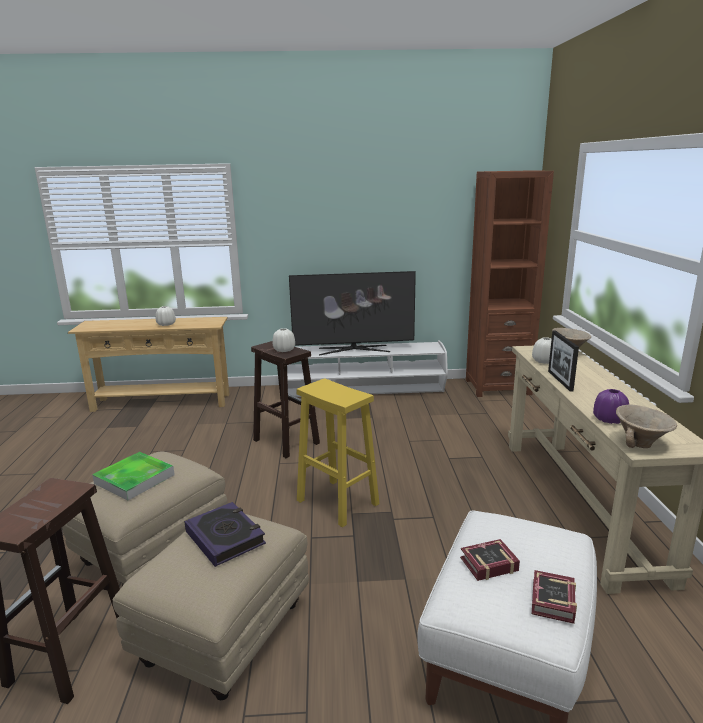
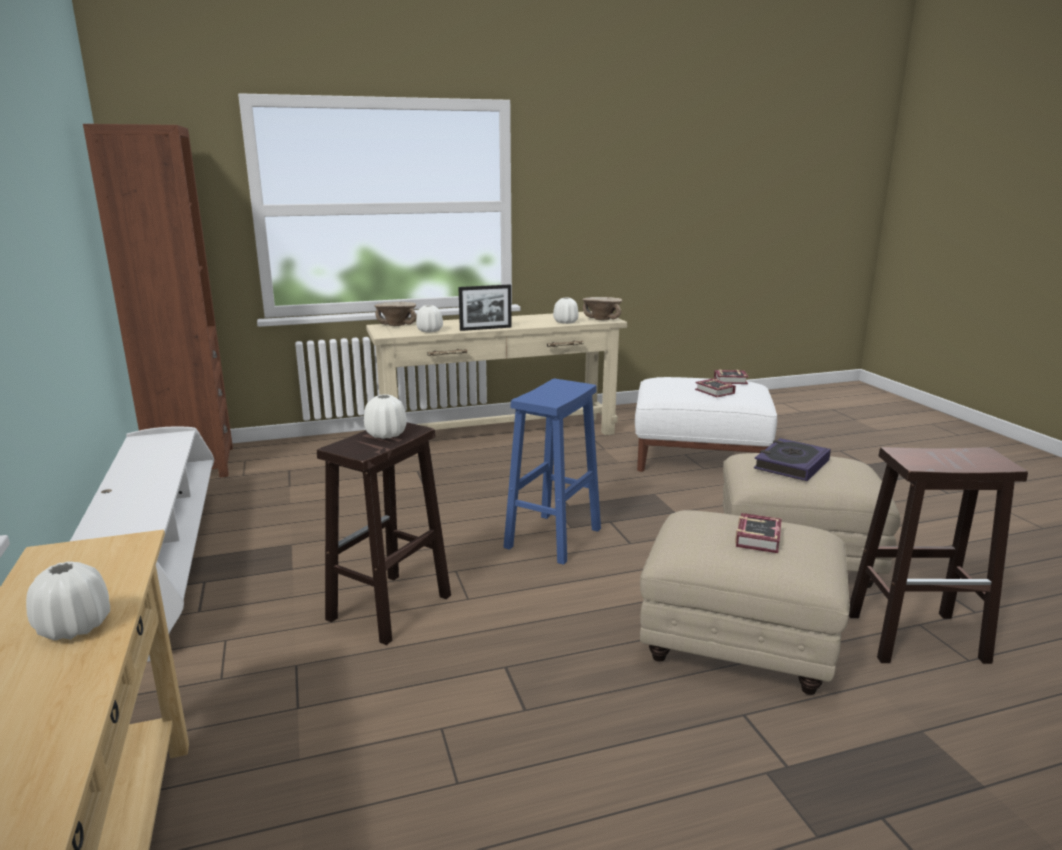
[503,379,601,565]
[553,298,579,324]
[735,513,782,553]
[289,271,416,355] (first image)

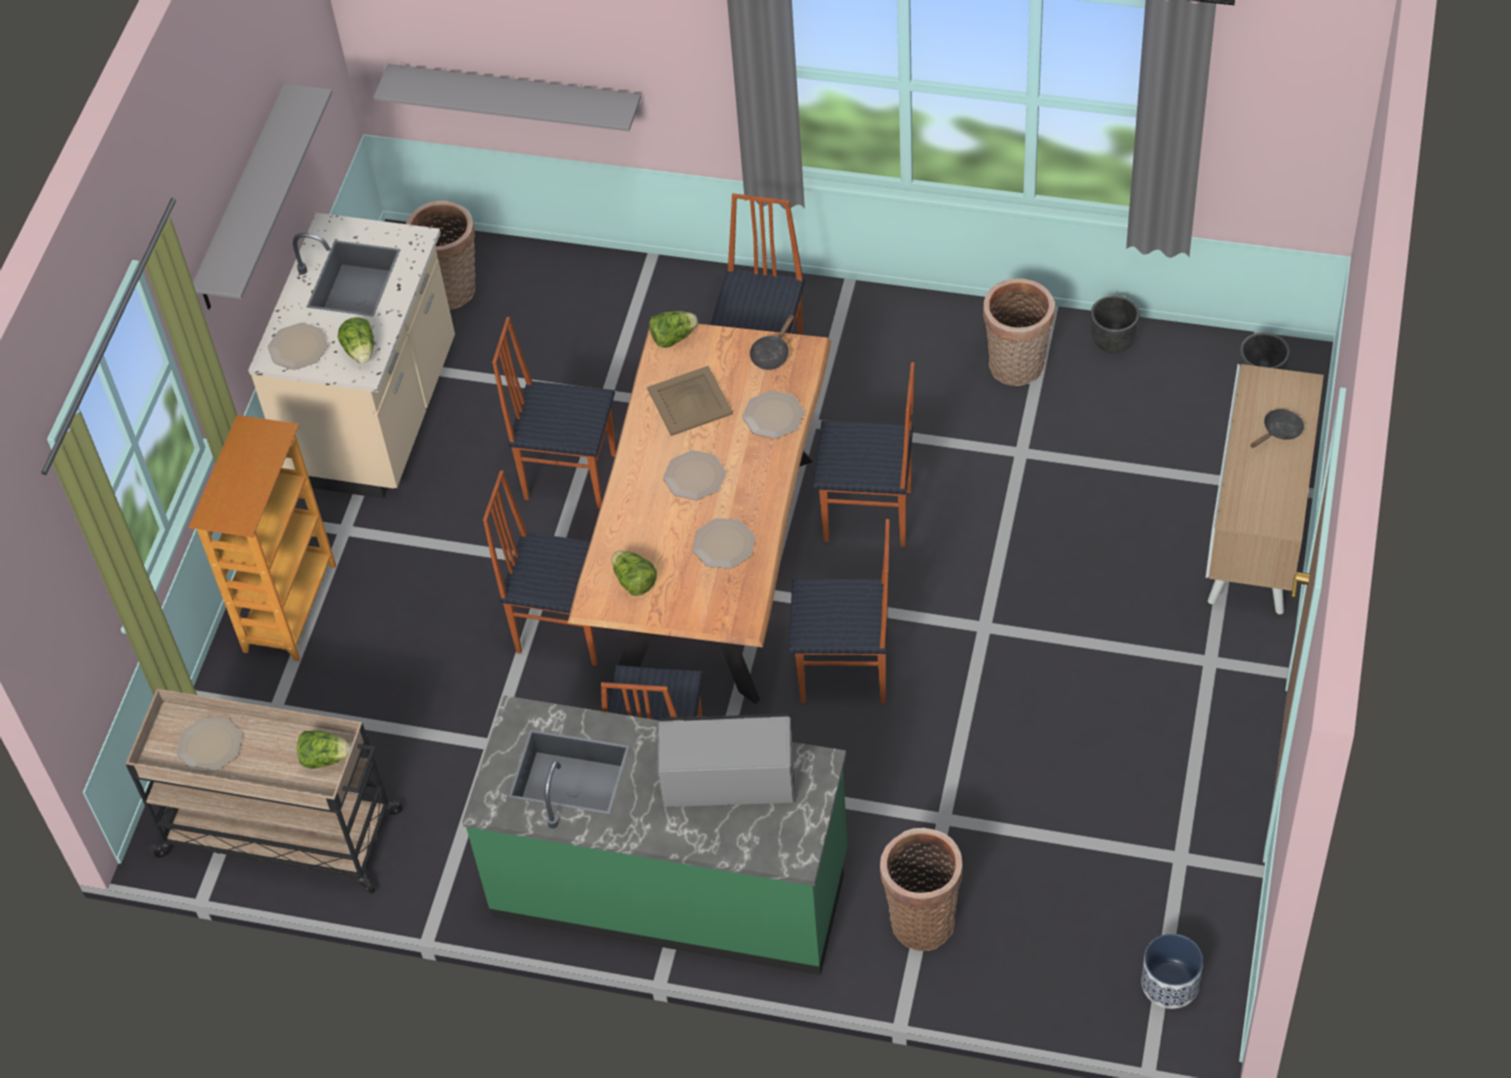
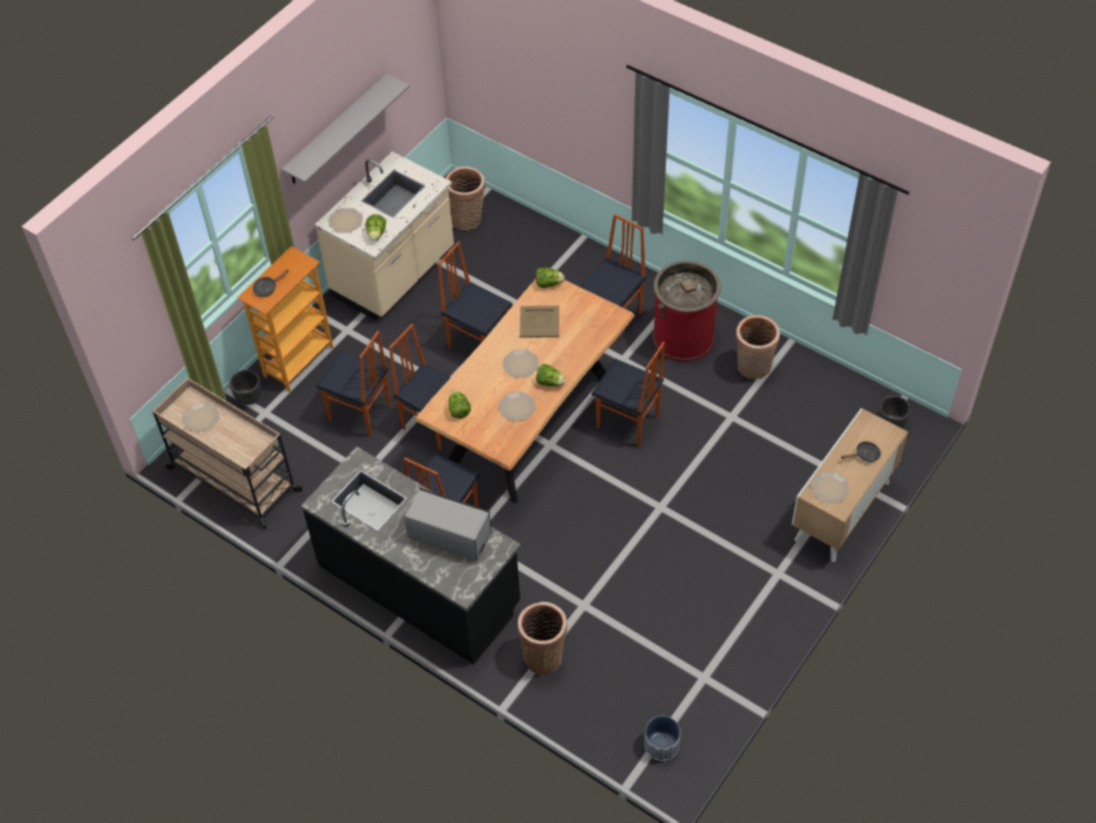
[230,370,262,405]
[253,270,289,297]
[301,447,521,664]
[316,331,391,436]
[536,364,566,387]
[653,261,721,362]
[810,472,849,503]
[373,64,641,131] (first image)

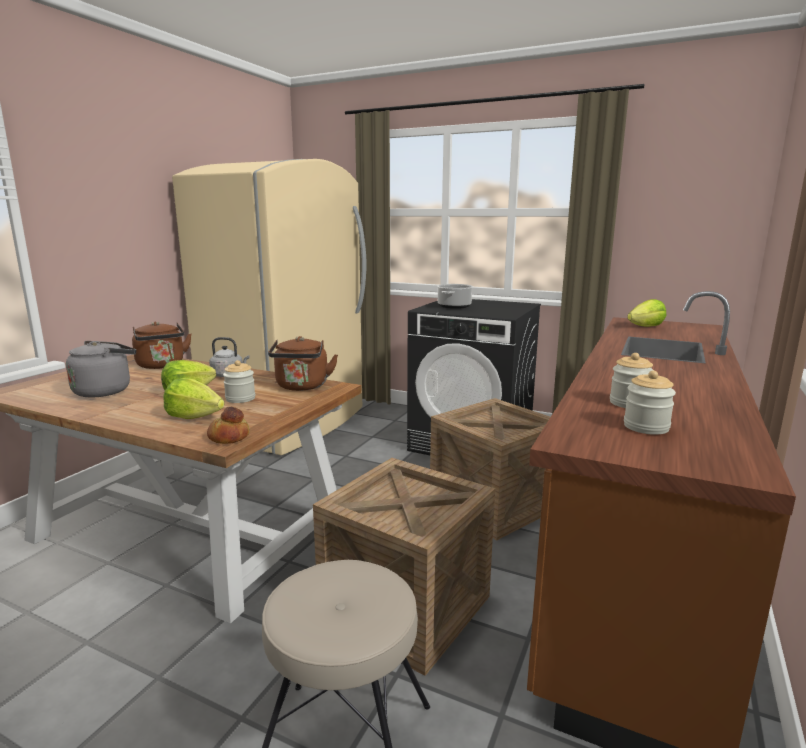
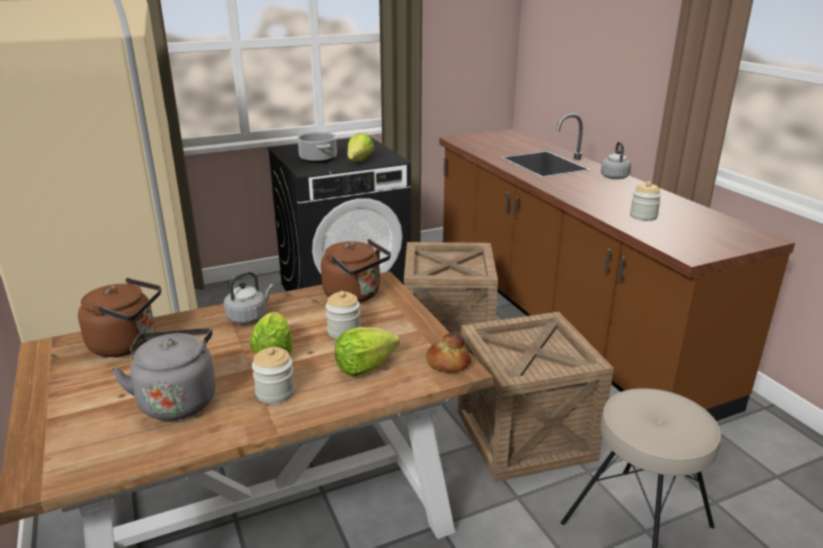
[252,347,295,404]
[347,133,374,162]
[601,142,631,179]

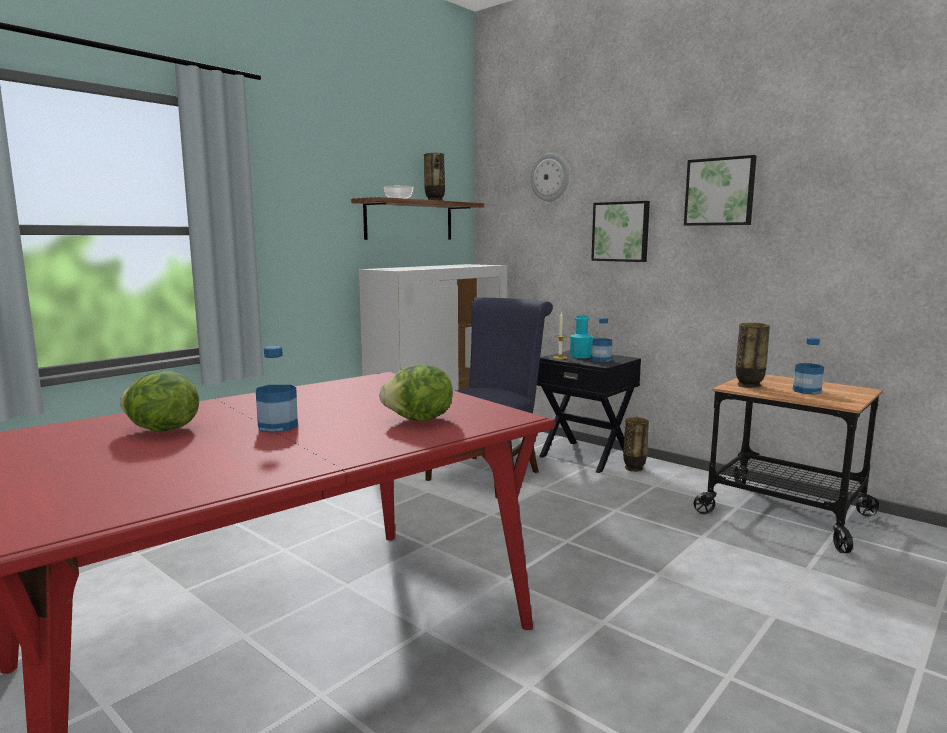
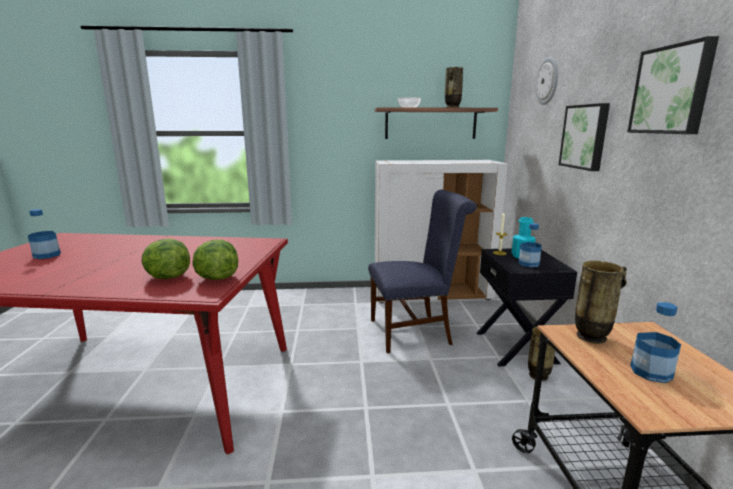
[28,209,61,259]
[192,240,238,280]

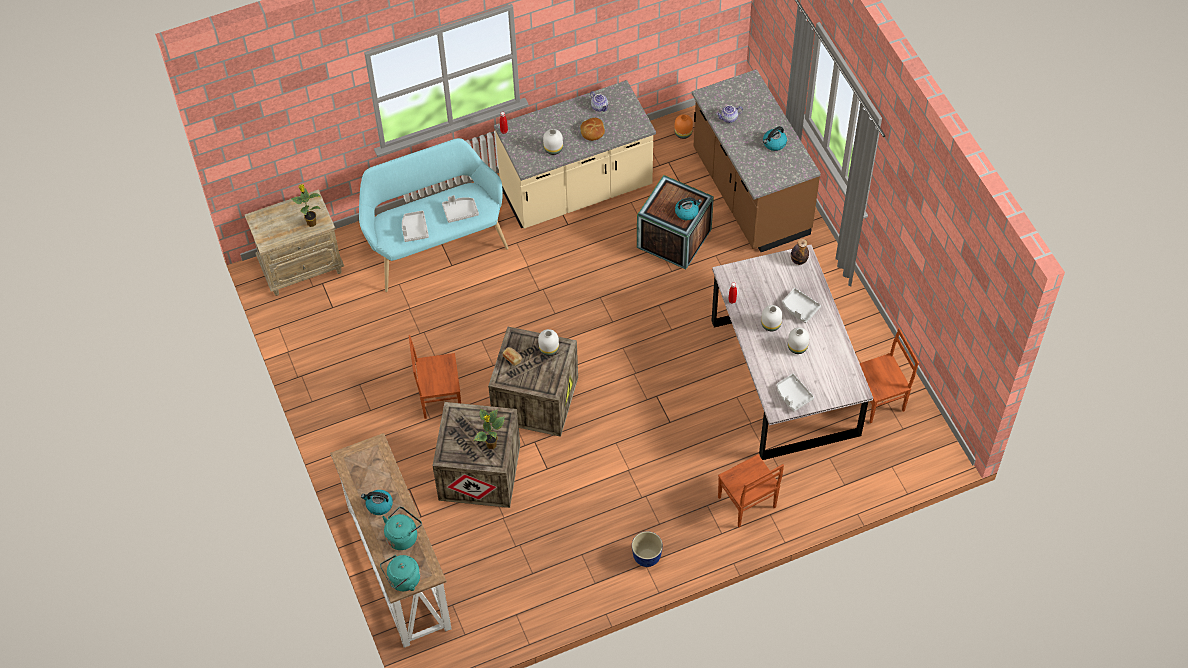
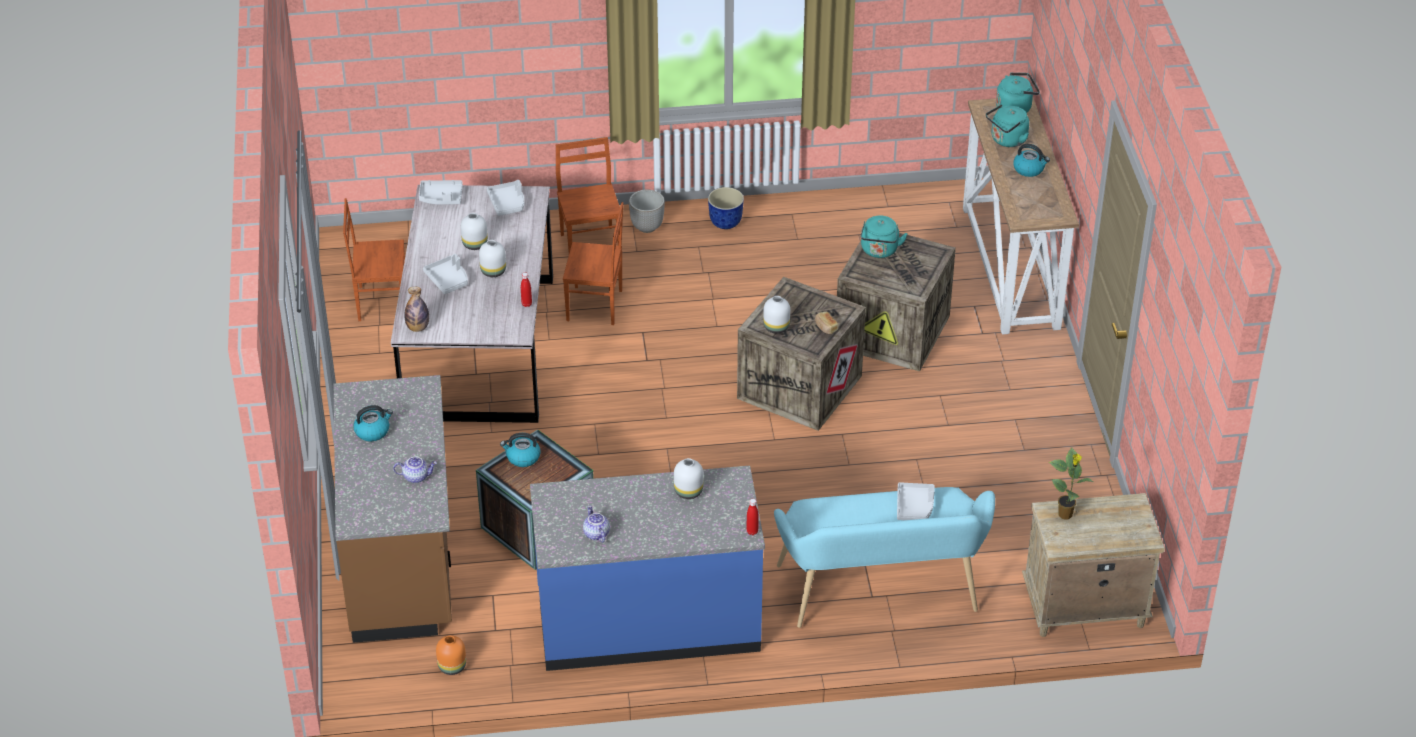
[419,180,463,205]
[530,466,765,671]
[563,202,623,325]
[629,189,665,233]
[860,216,908,258]
[580,118,605,141] (first image)

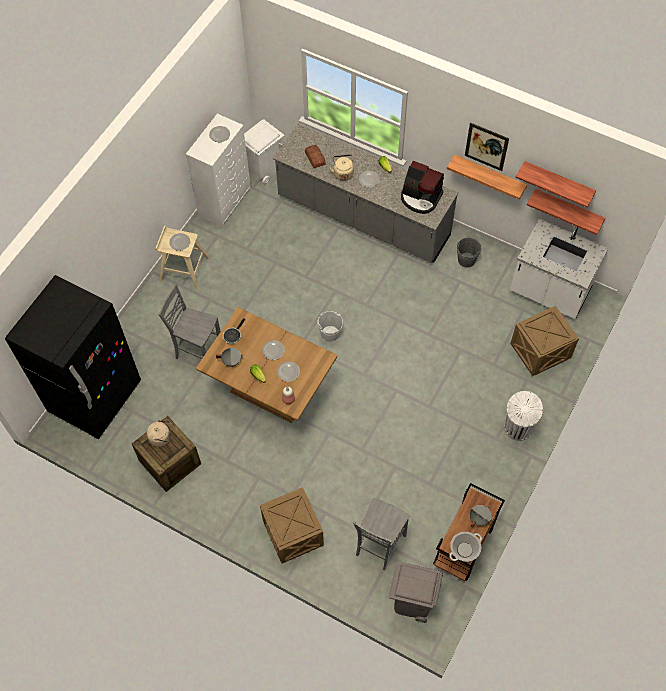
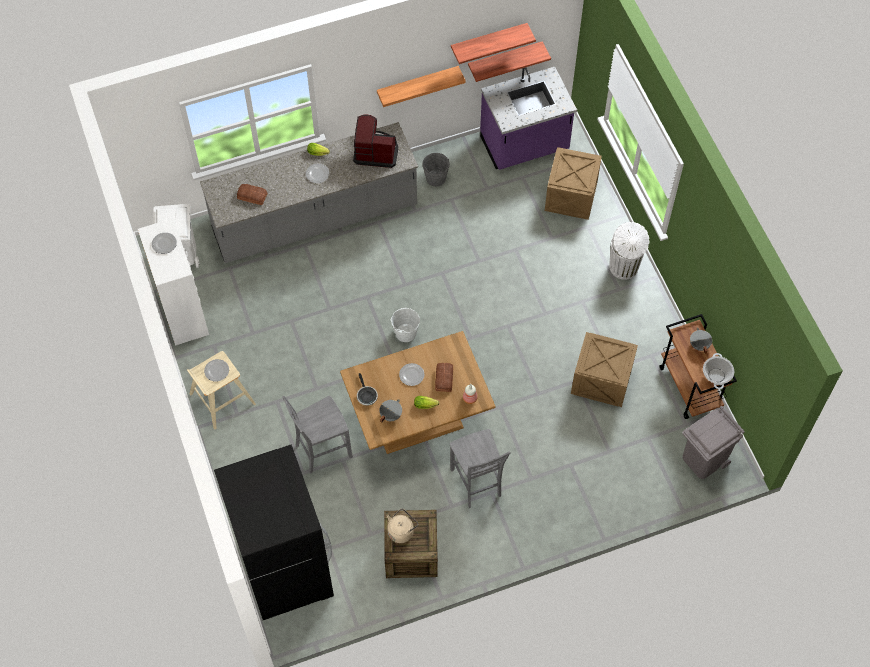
[353,115,398,168]
[435,363,453,392]
[450,429,510,508]
[480,67,577,170]
[571,332,638,407]
[329,154,354,181] (first image)
[465,122,509,171] (first image)

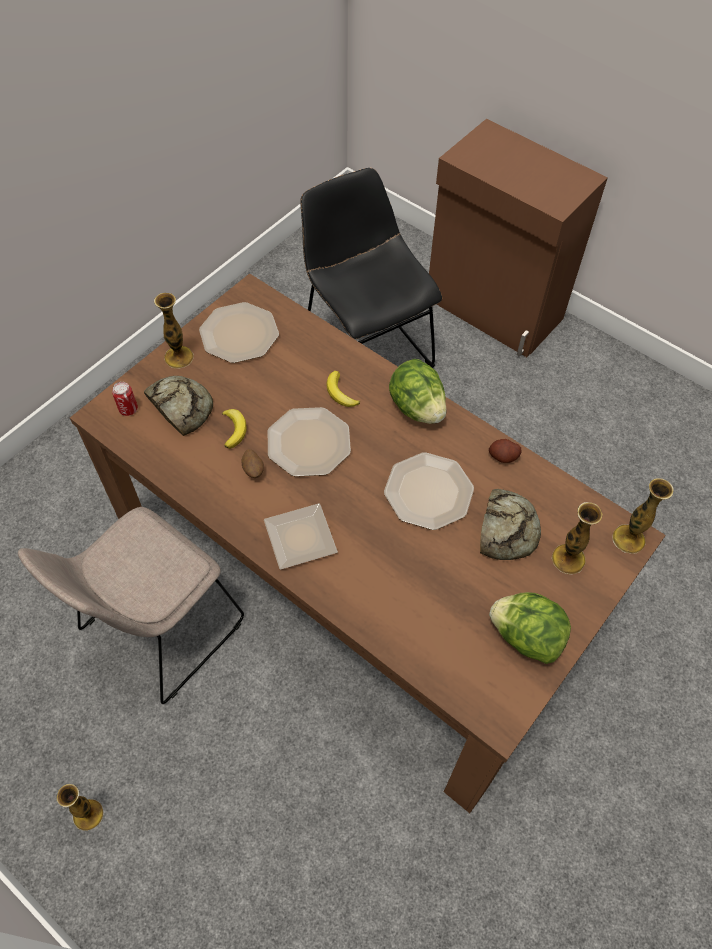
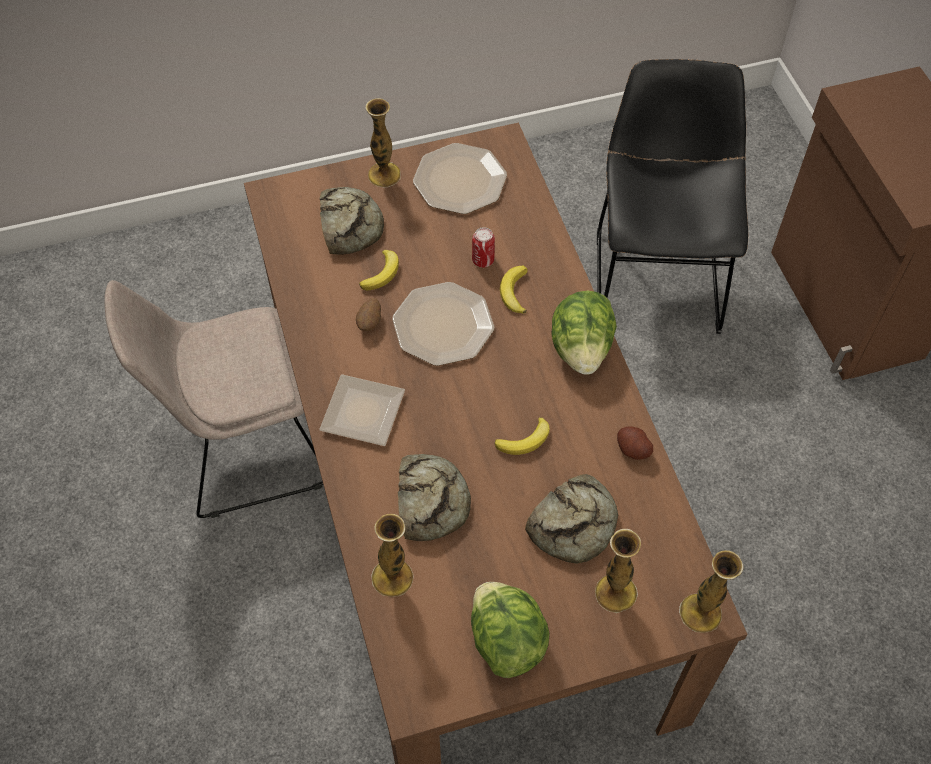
[372,514,414,597]
[398,454,471,541]
[472,227,495,268]
[495,417,550,455]

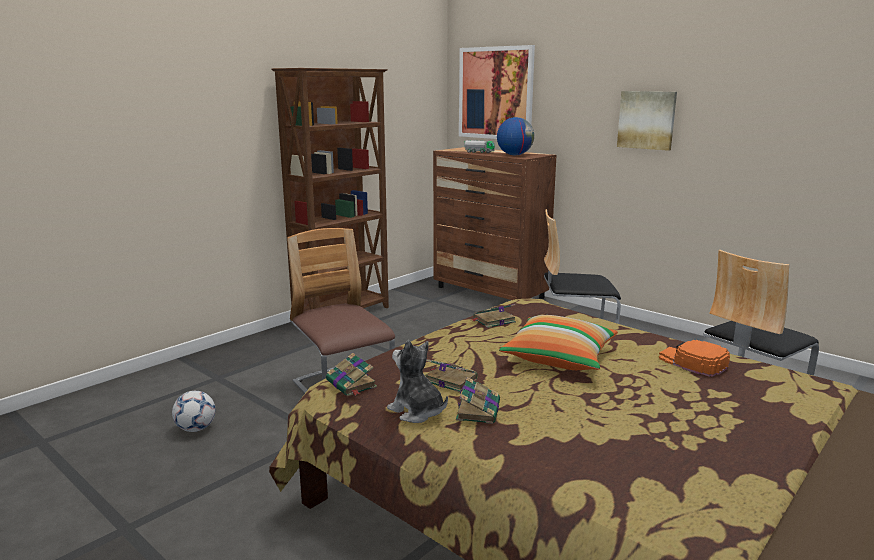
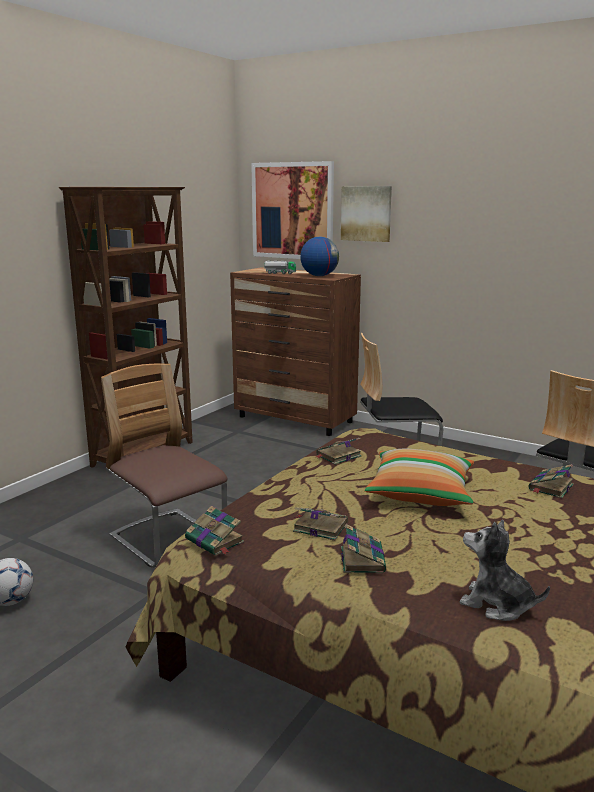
[341,186,392,242]
[460,519,550,621]
[529,464,574,499]

